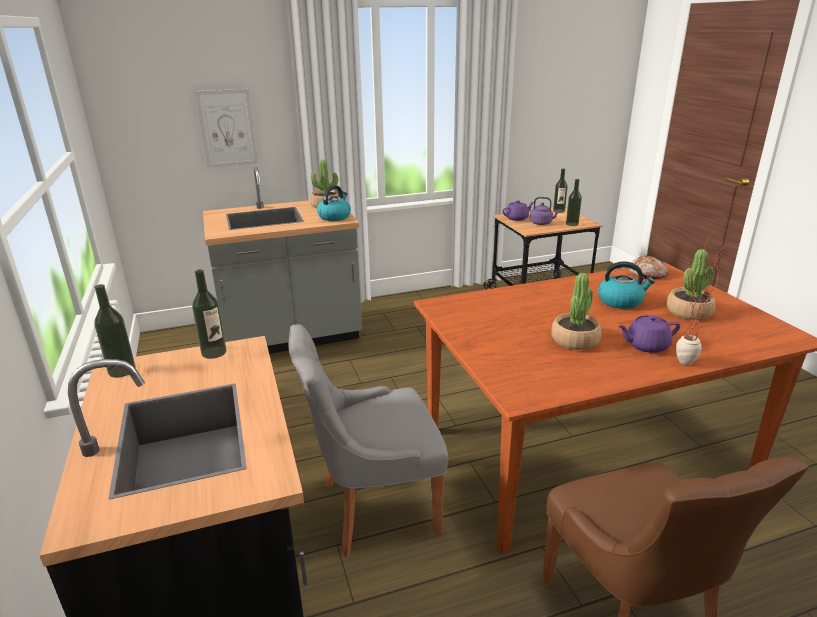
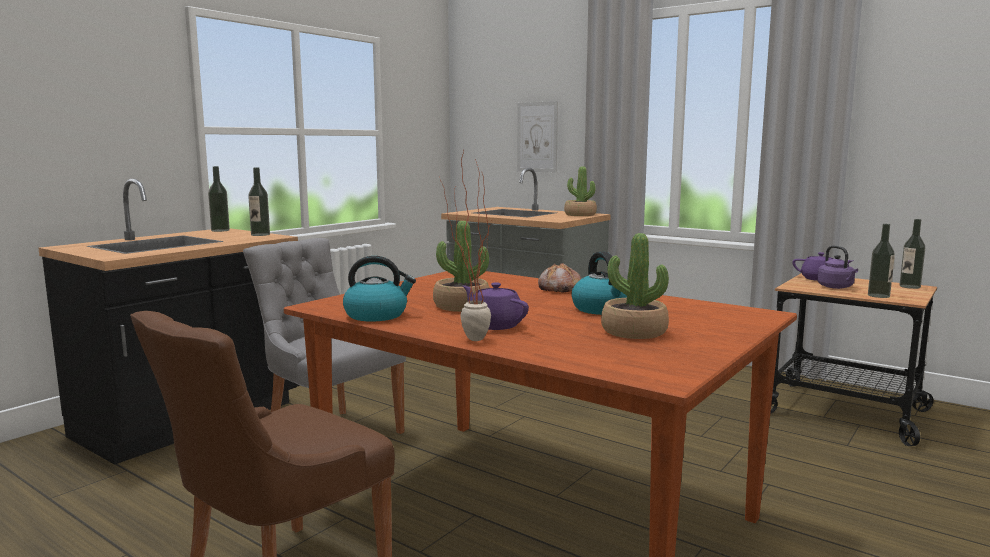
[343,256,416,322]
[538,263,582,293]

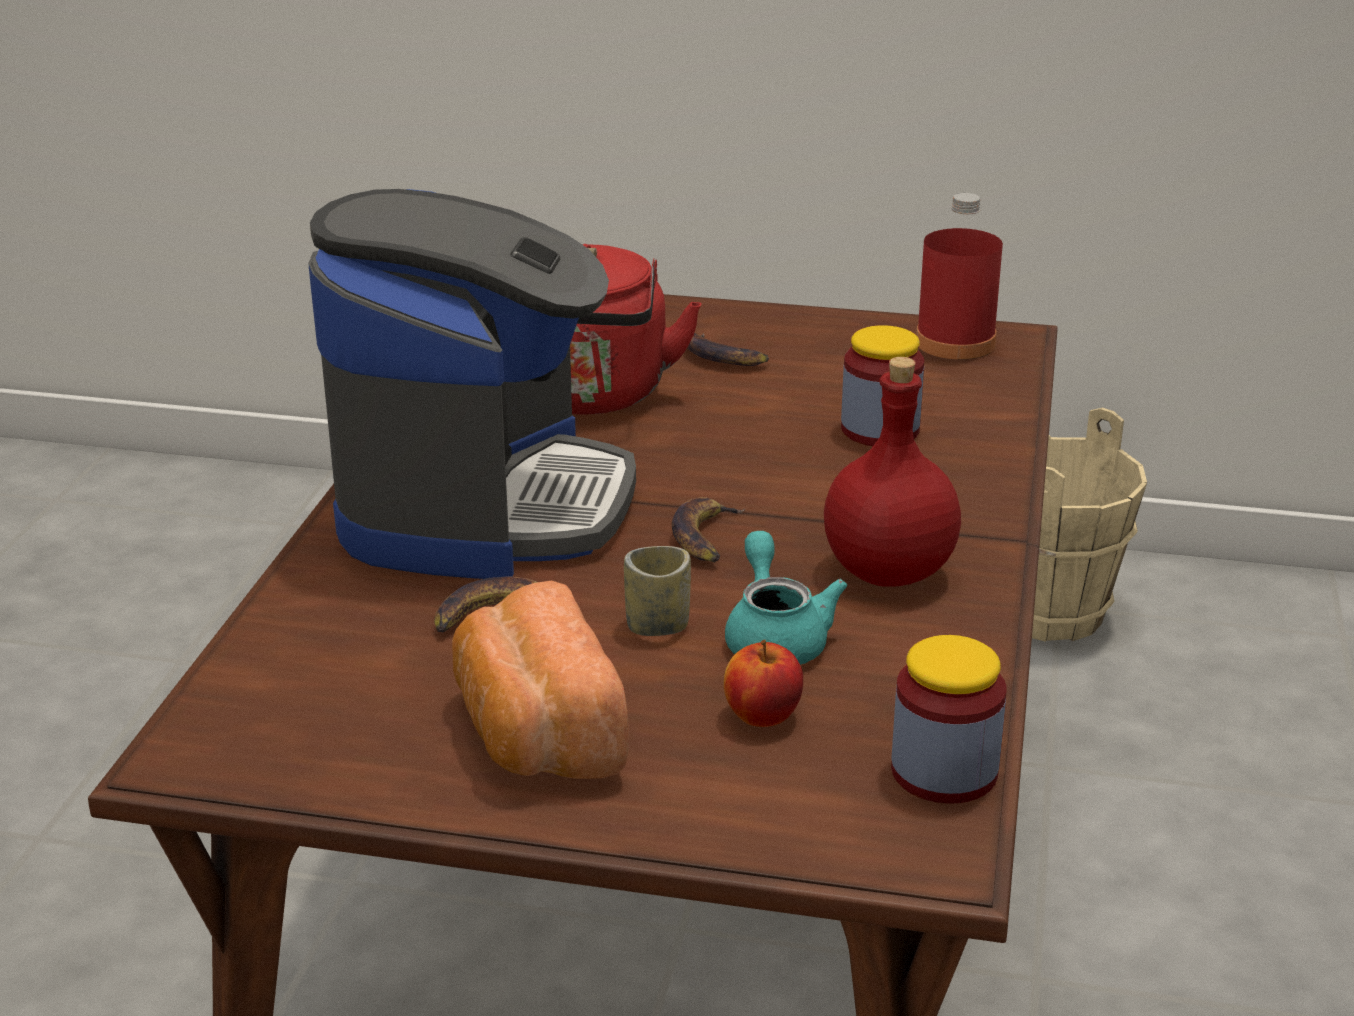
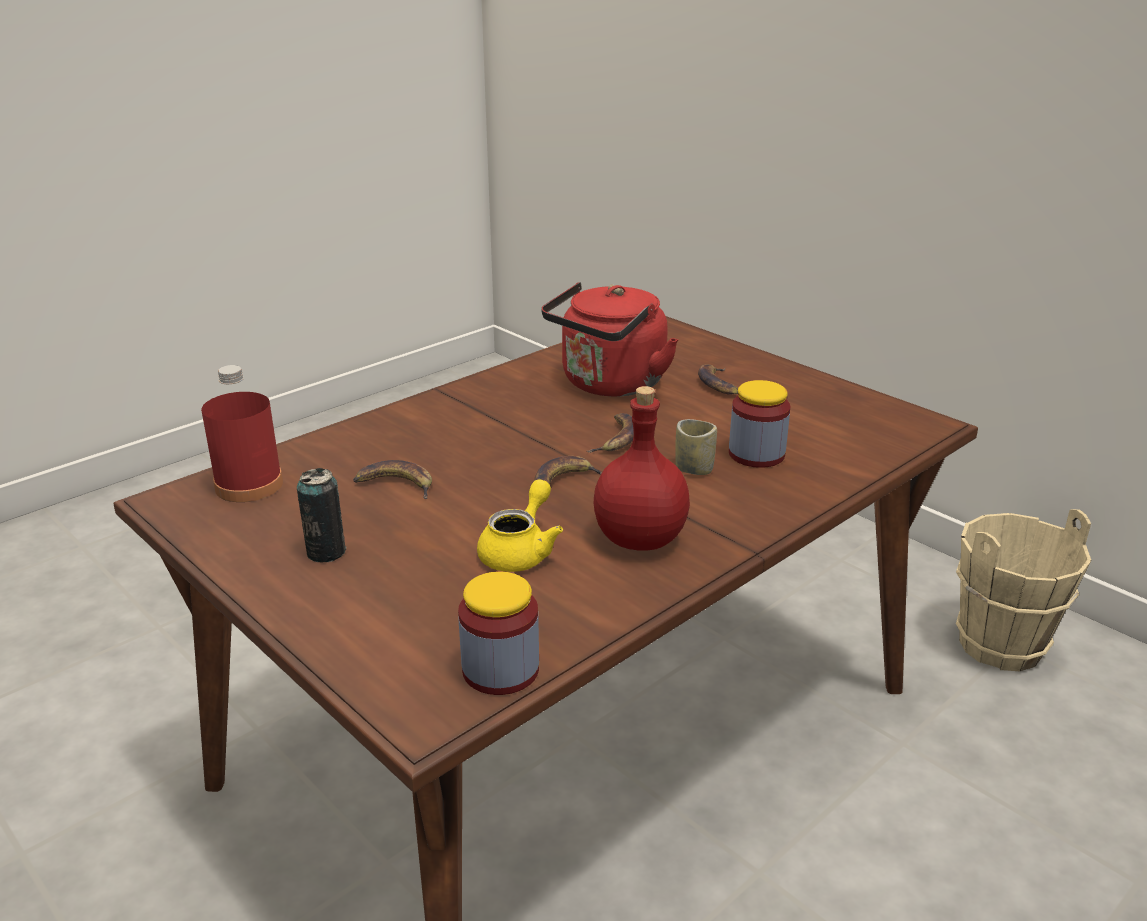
[201,365,283,502]
[297,468,346,563]
[477,479,563,572]
[587,413,634,453]
[675,419,717,475]
[308,189,636,579] (first image)
[724,640,803,727] (first image)

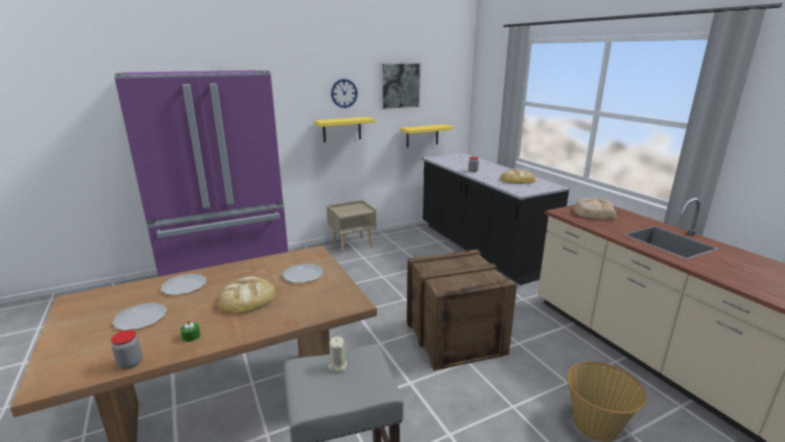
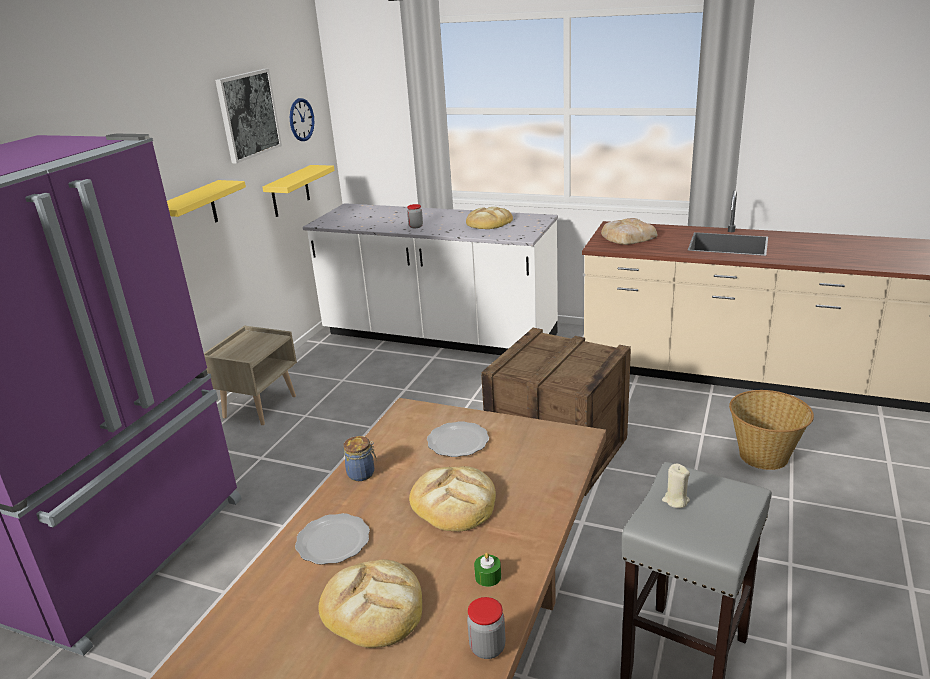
[290,98,314,141]
[303,203,558,355]
[319,559,422,648]
[343,436,377,481]

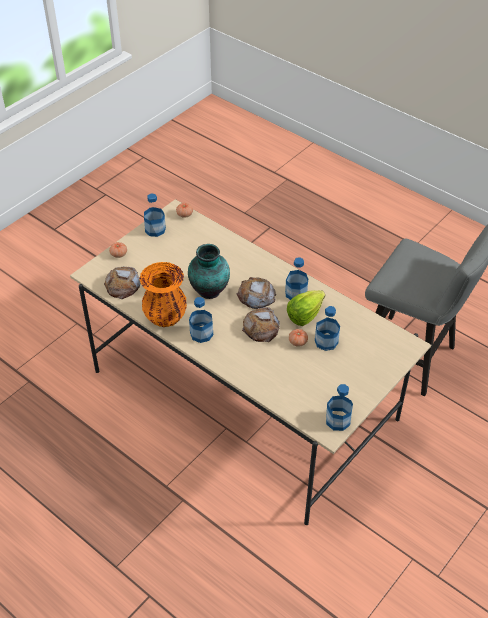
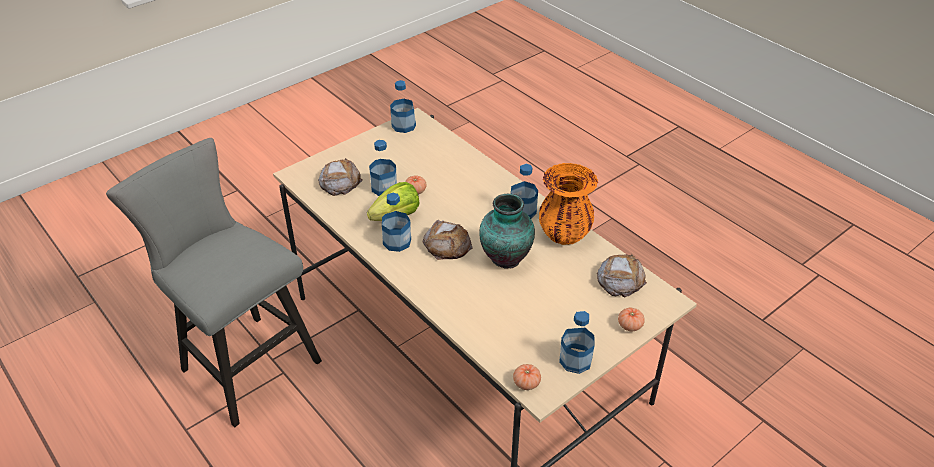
[318,158,363,196]

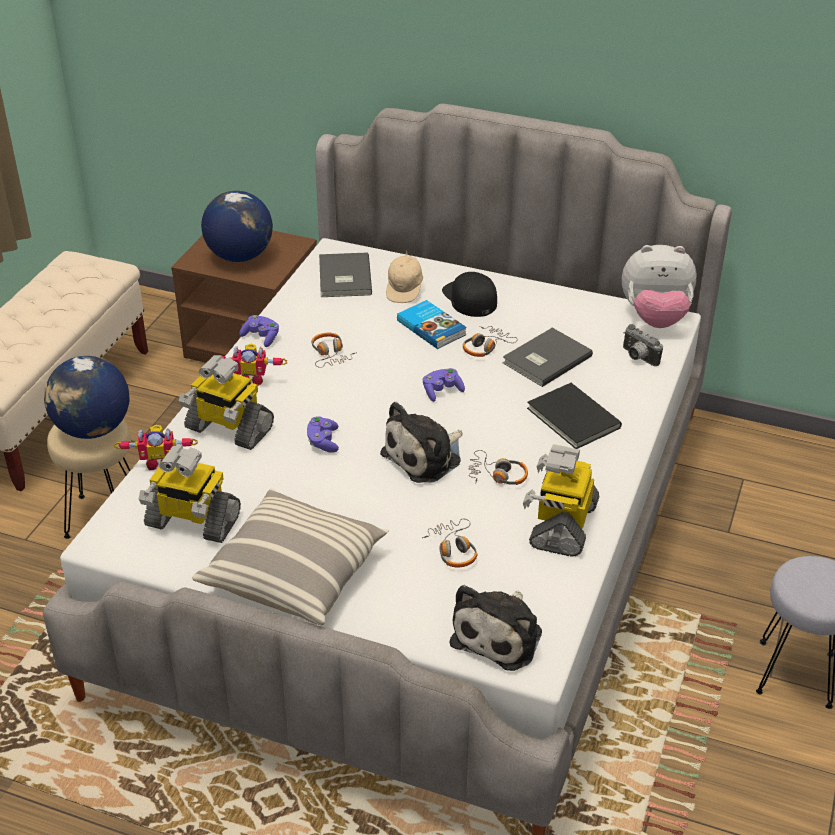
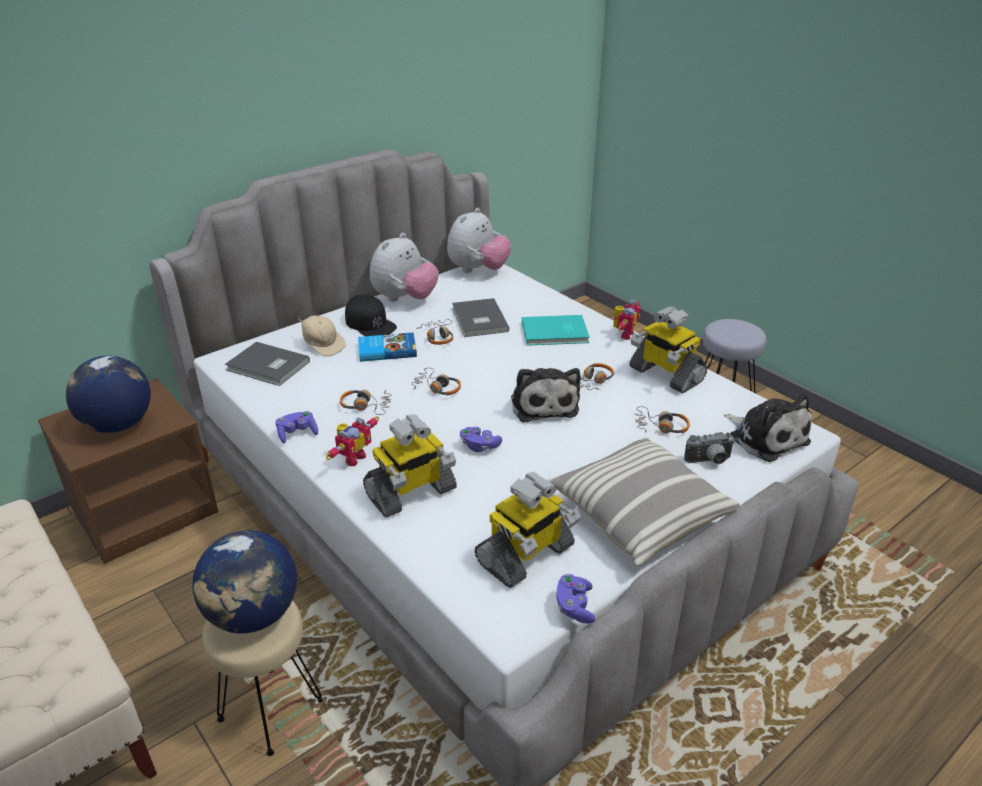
[345,295,397,336]
[370,233,439,302]
[411,368,461,395]
[522,315,590,346]
[557,574,596,624]
[613,300,640,340]
[684,432,735,464]

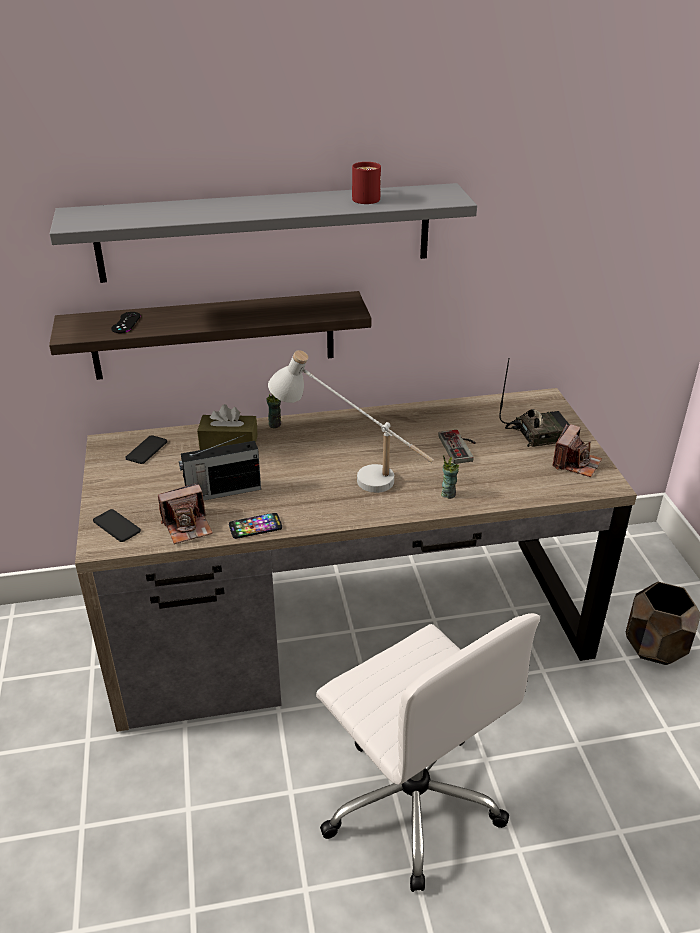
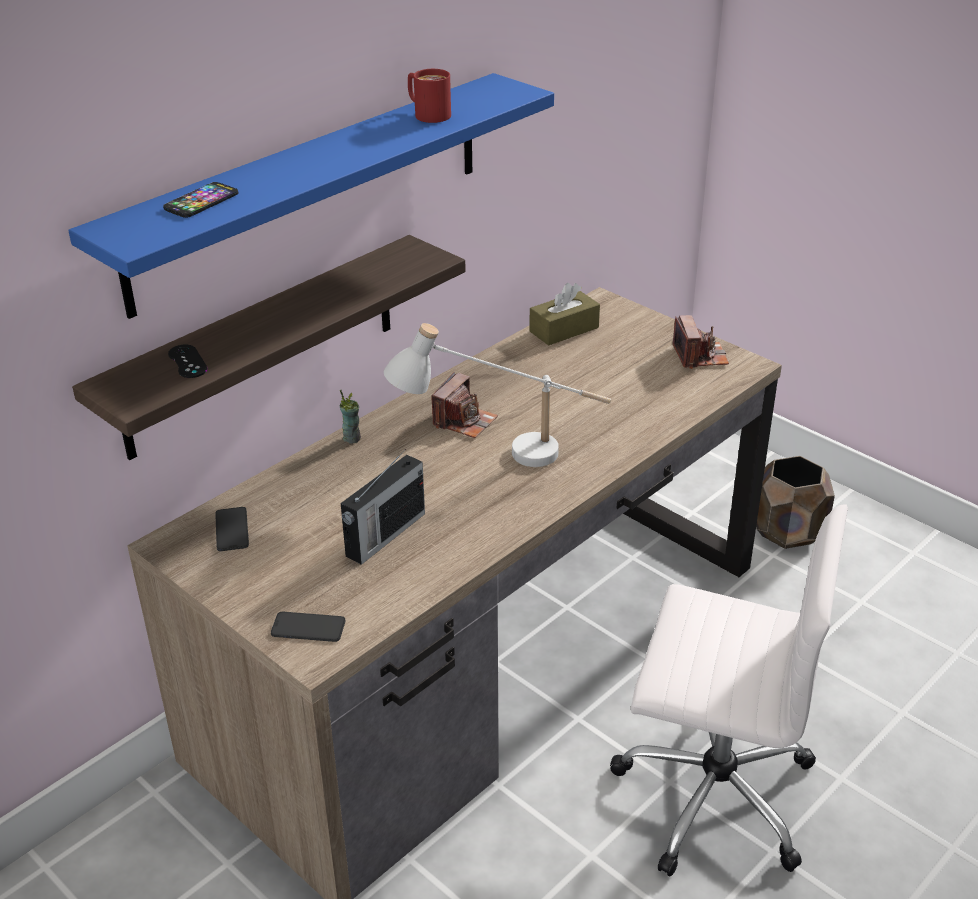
[68,73,554,319]
[163,182,238,218]
[431,372,498,438]
[529,283,600,346]
[438,430,476,464] (first image)
[441,455,459,499] (first image)
[499,359,570,447] (first image)

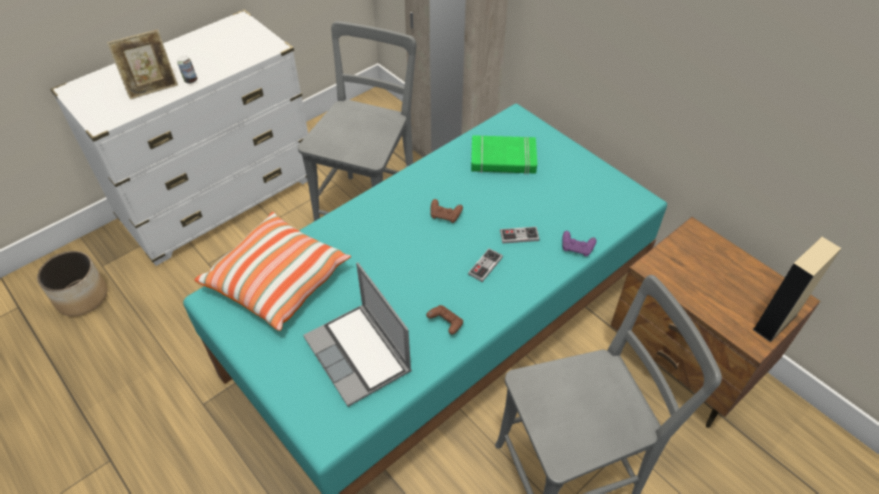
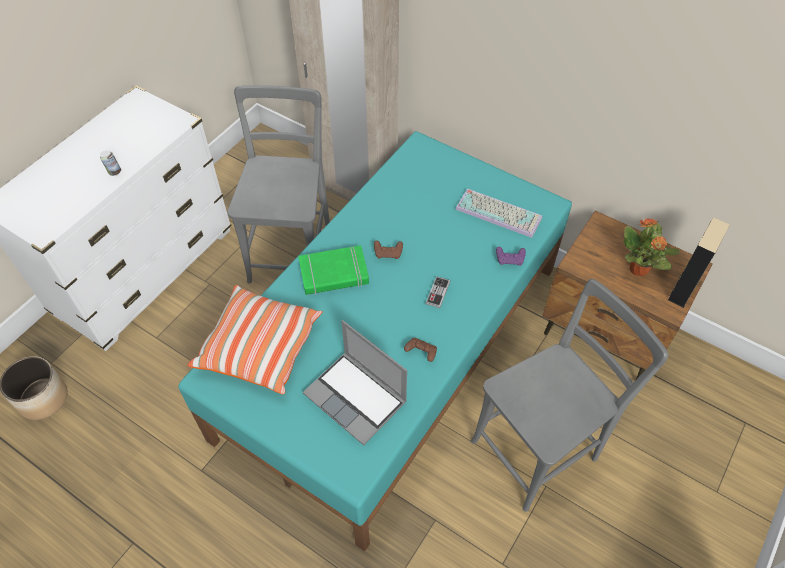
[299,245,369,295]
[455,189,542,238]
[623,218,680,276]
[107,30,178,99] (first image)
[500,227,540,244] (first image)

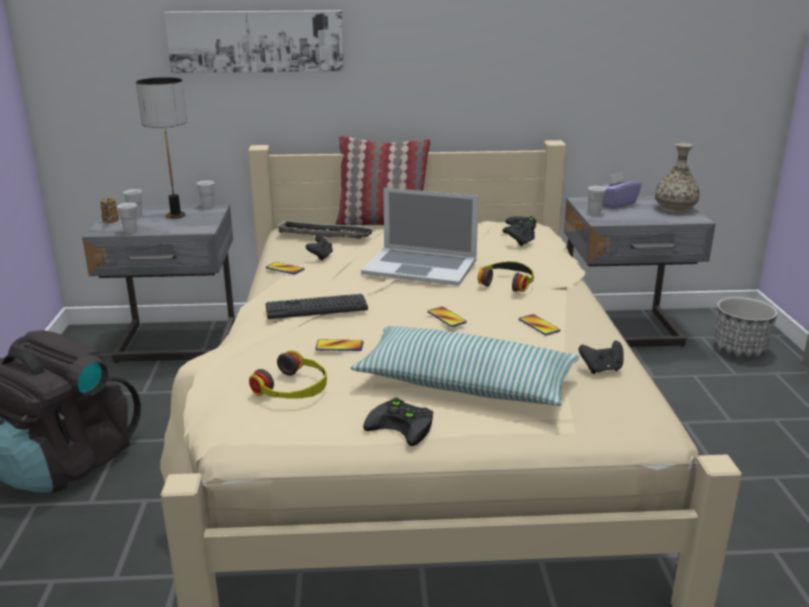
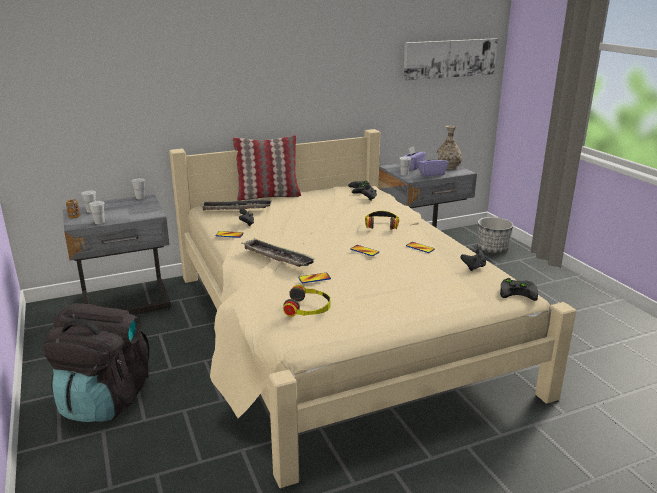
[241,238,316,267]
[403,38,498,81]
[418,153,449,176]
[500,278,538,301]
[136,77,187,219] (first image)
[351,326,579,406] (first image)
[361,188,479,286] (first image)

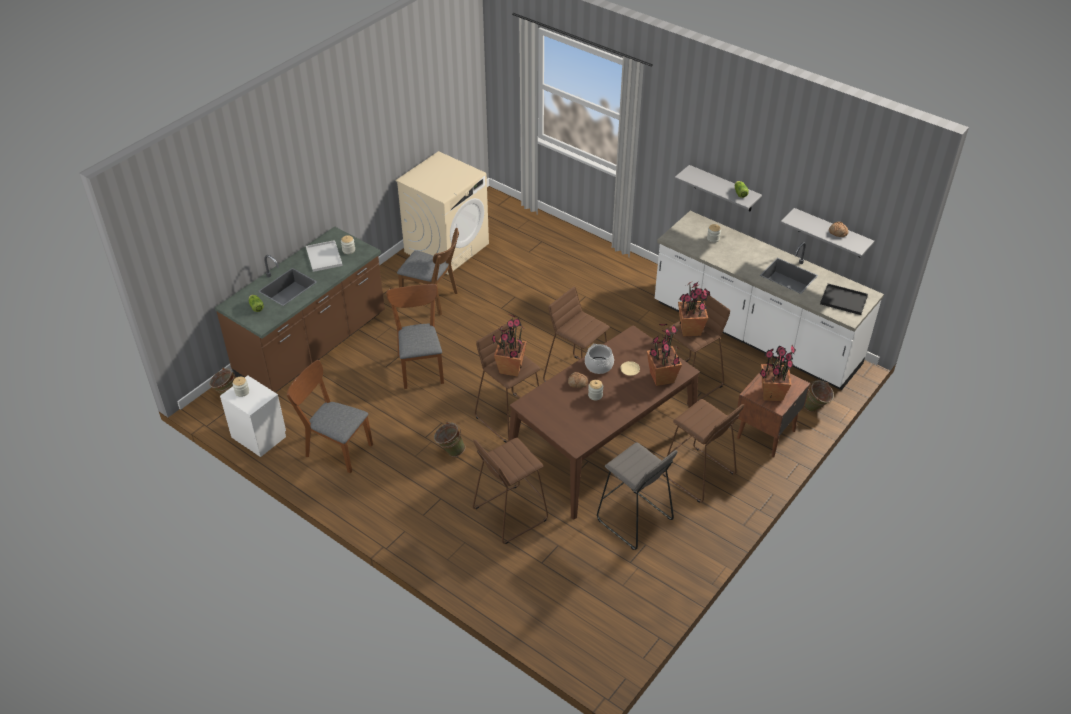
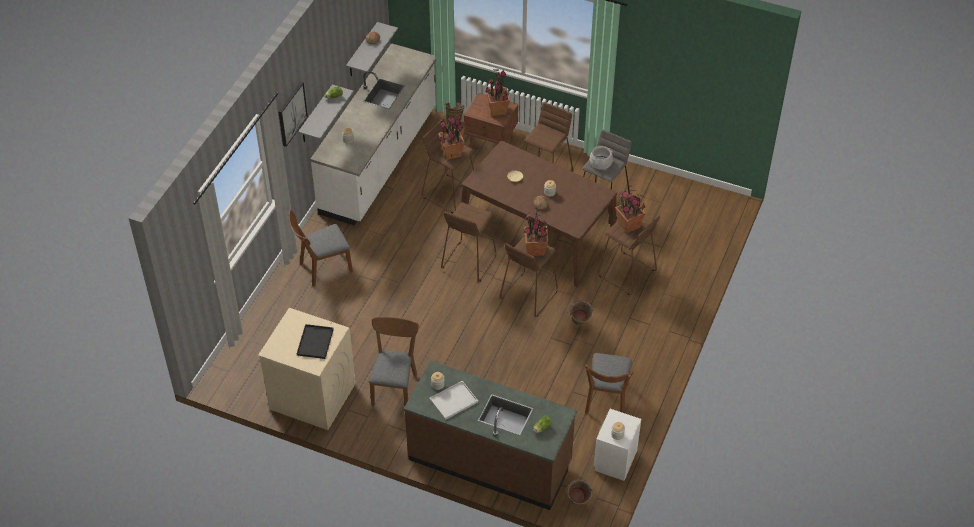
[278,82,308,147]
[289,210,353,286]
[297,324,334,359]
[590,146,613,170]
[615,185,646,234]

